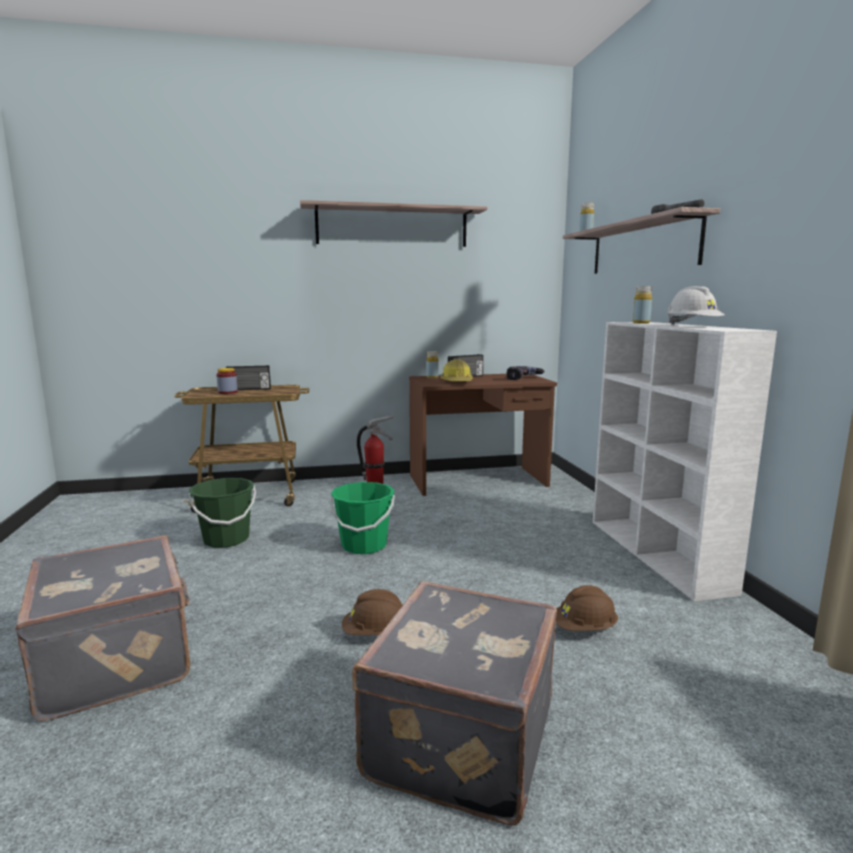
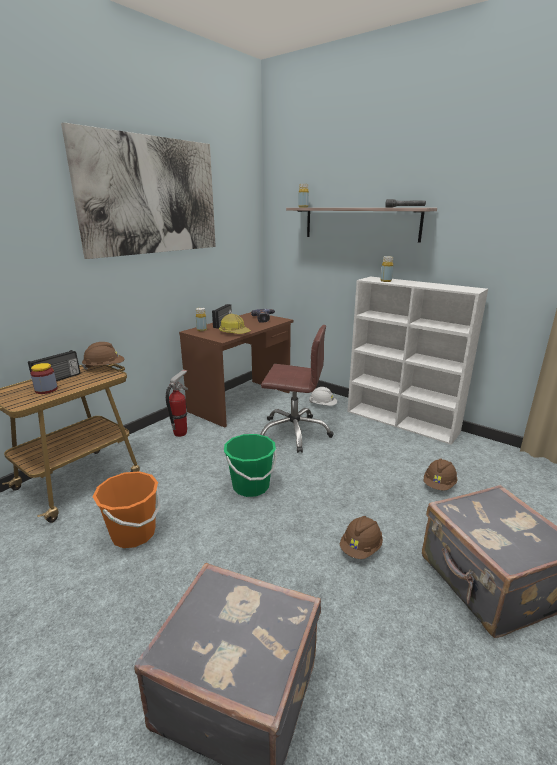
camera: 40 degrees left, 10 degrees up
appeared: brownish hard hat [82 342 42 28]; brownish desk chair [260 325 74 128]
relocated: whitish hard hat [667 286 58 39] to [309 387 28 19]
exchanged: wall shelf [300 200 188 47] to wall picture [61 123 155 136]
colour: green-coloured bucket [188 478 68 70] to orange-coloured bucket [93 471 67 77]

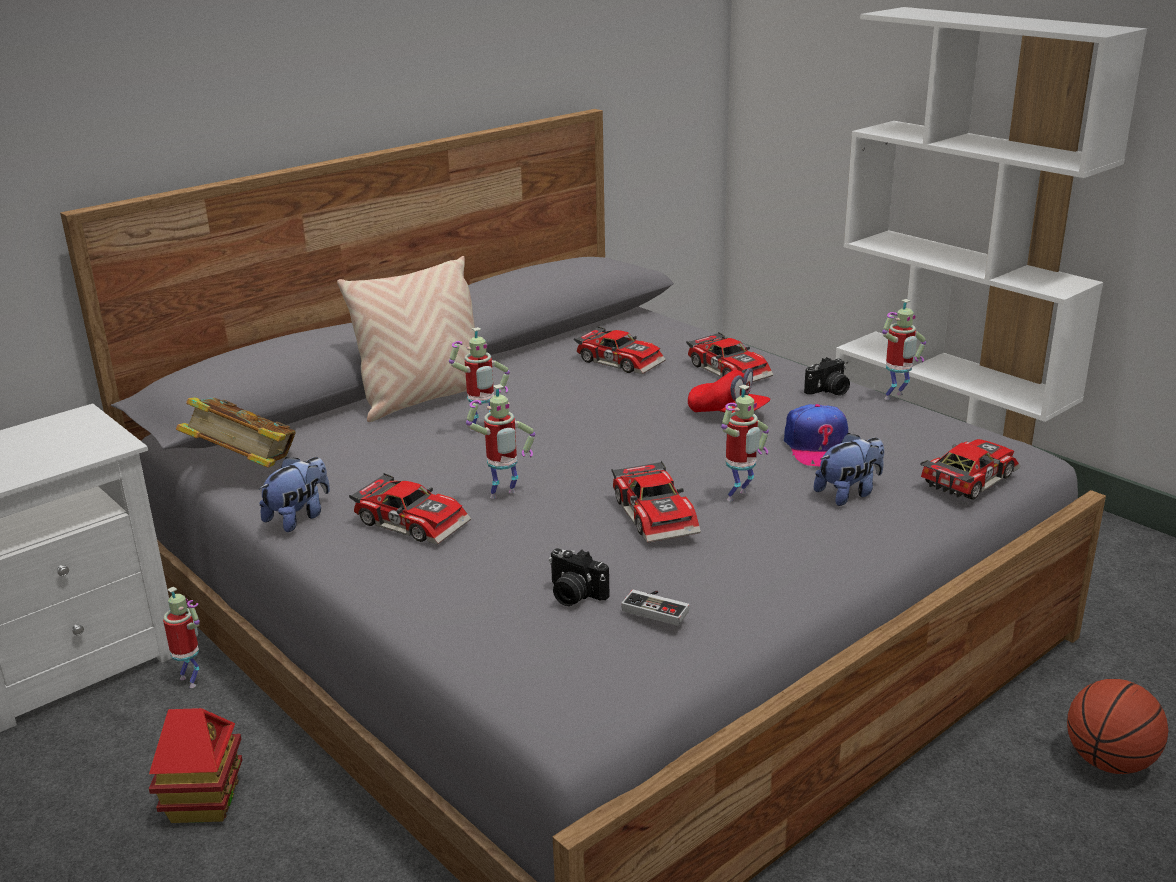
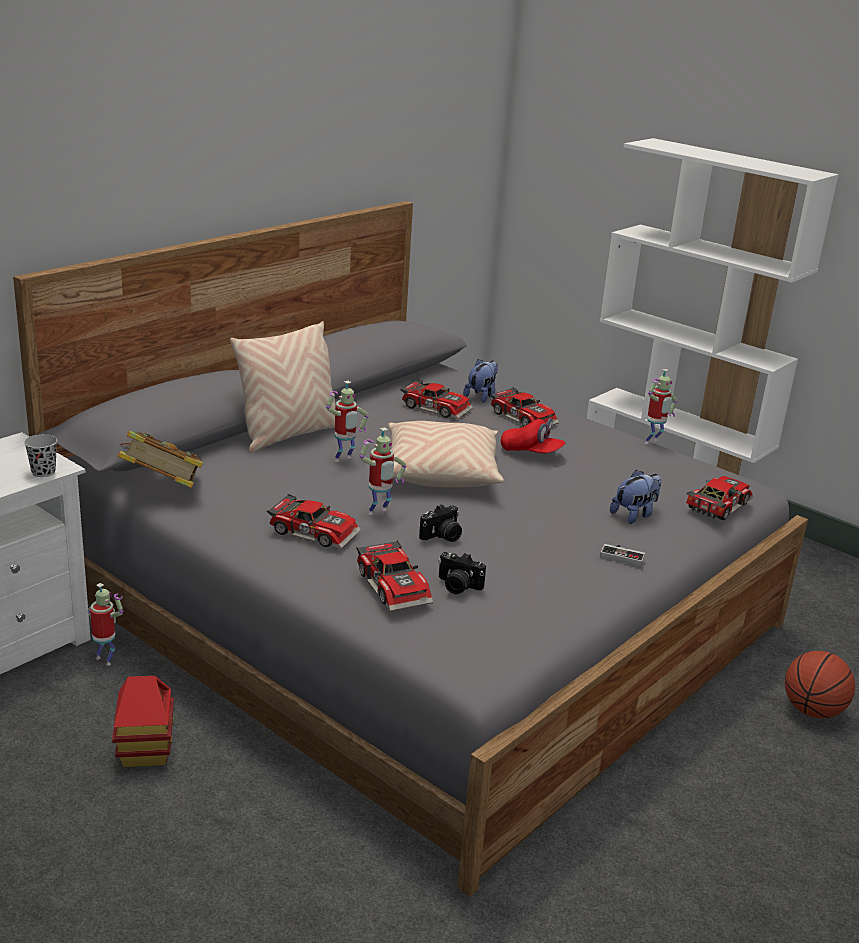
camera: 10 degrees left, 0 degrees up
missing: robot figure [721 385 48 116]; baseball cap [784 404 64 62]
appeared: black small cup [24 434 33 43]; sand-coloured throw pillow [388 421 116 66]
relocated: soft toy [259 457 71 75] to [463 359 35 44]; miniature car [612 461 89 82] to [356 540 77 71]; joypad [621 590 68 36] to [600 544 45 23]; still camera [804 357 46 39] to [419 504 43 38]

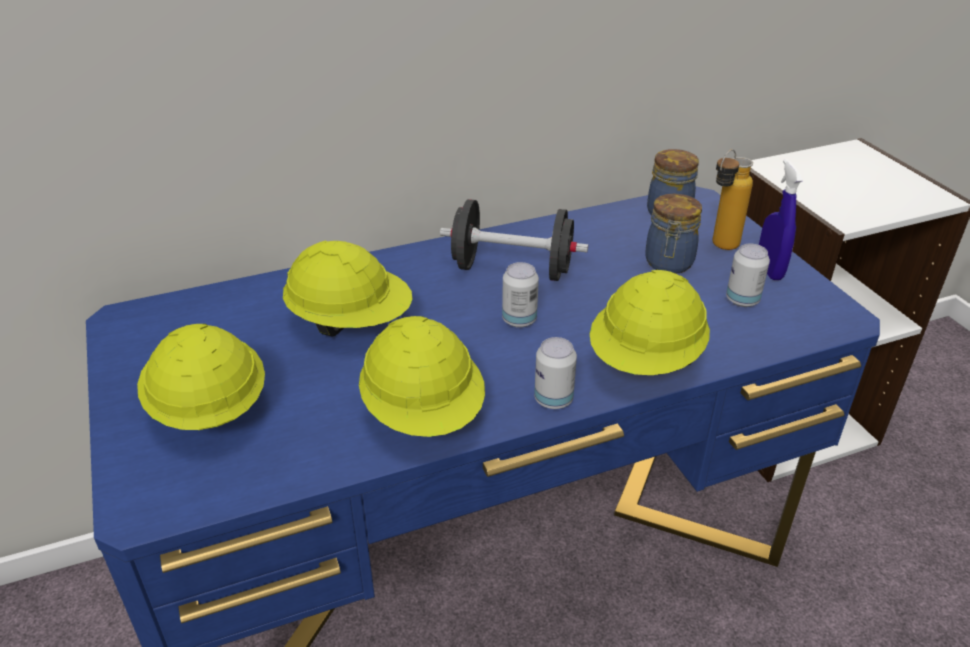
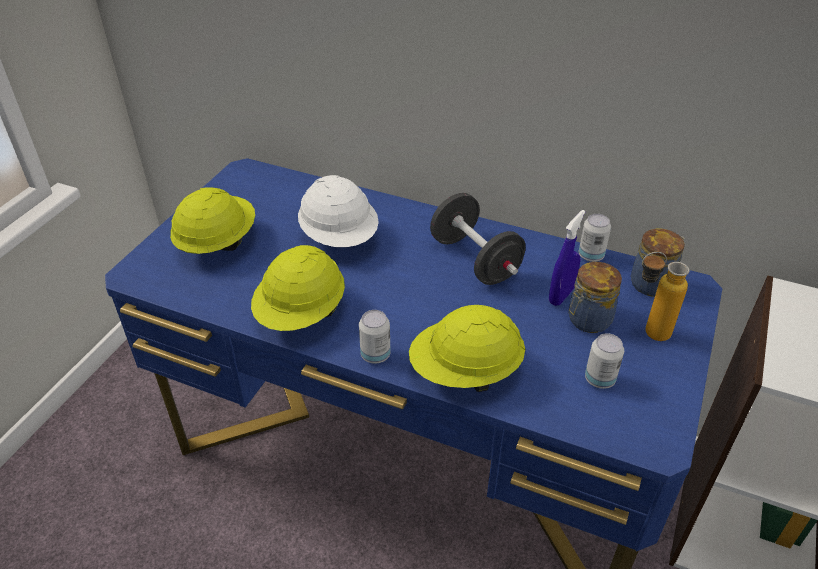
camera: 45 degrees right, 5 degrees up
relocated: metal can [502 262 37 66] to [579 214 32 48]; blue spray bottle [759 159 44 121] to [549 210 36 96]
colour: yellowish hard hat [283 240 130 97] to whitish hard hat [298 175 81 72]

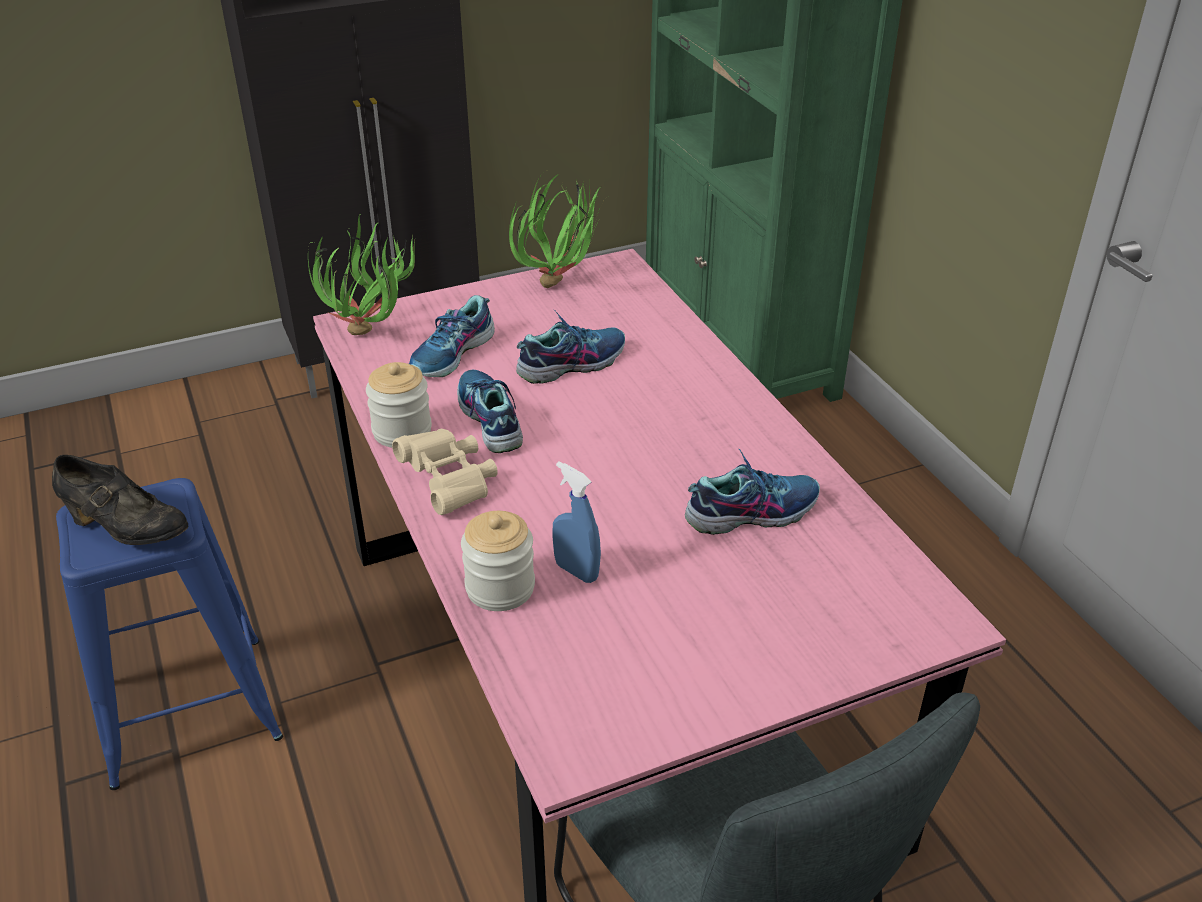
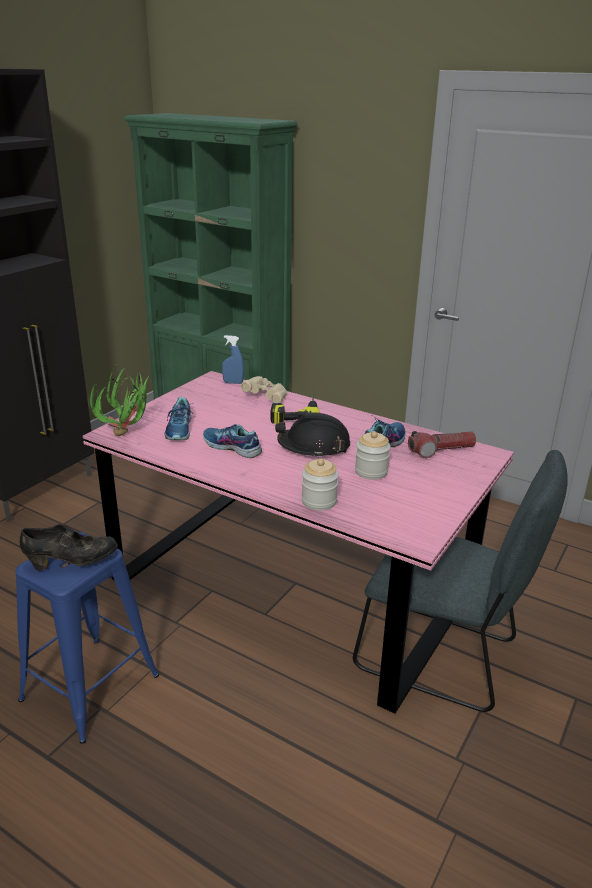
camera: 35 degrees left, 10 degrees down
missing: plant in a pot [509 173 99 115]; shoe [516 309 109 75]
appeared: electric drill [270 394 49 30]; black hard hat [275 413 75 46]; flashlight [408 431 68 27]
relocated: jar [366 362 66 86] to [355 431 35 49]; sand-coloured binoculars [392 429 106 86] to [241 376 46 27]; blue spray bottle [552 461 49 122] to [222 335 22 49]

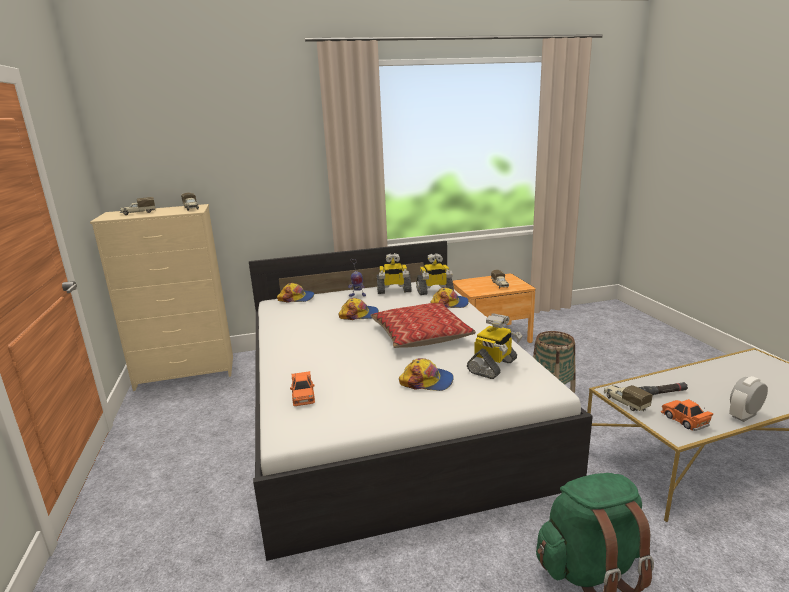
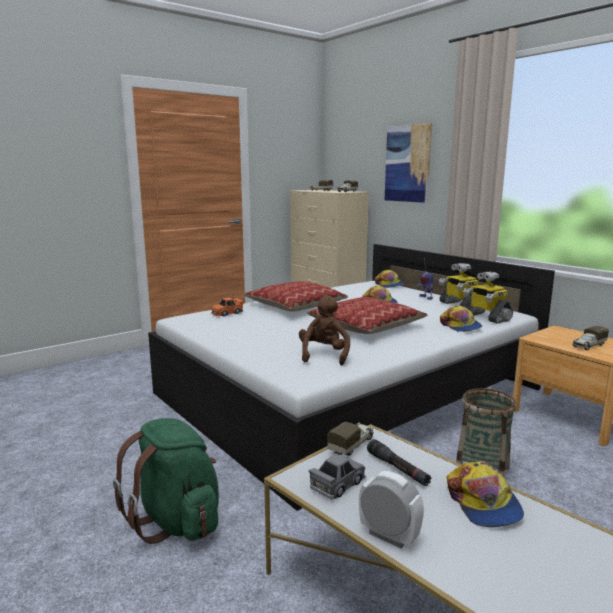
camera: 65 degrees right, 5 degrees down
appeared: throw pillow [244 281 104 31]; wall picture [385 123 47 80]
relocated: baseball cap [399 358 55 33] to [446 461 78 66]
exchanged: robot figure [467 313 55 66] to brownish soft toy [299 296 51 69]
colour: orange-coloured miniature car [661 399 53 32] to greyish miniature car [309 454 57 45]

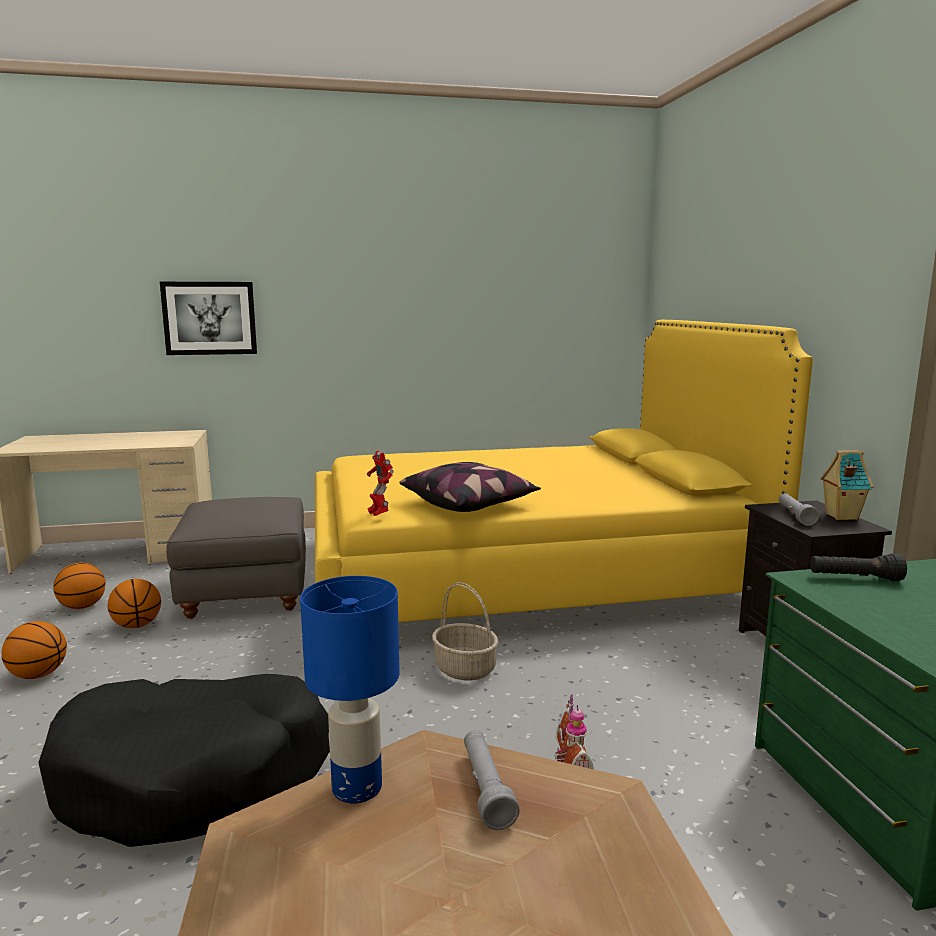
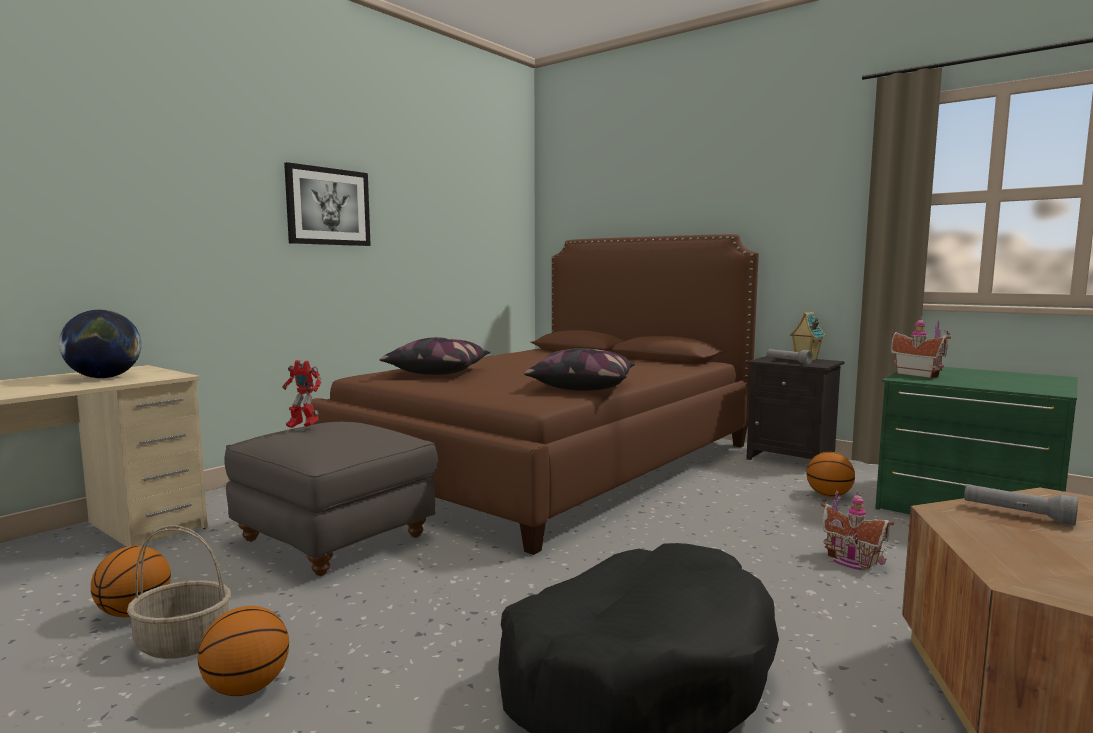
camera: 40 degrees left, 5 degrees down
missing: blue lamp for a table [300 576 100 228]
appeared: world globe [59 310 83 68]; throw pillow [380 337 111 38]
relocated: ball for basketball [108 579 53 49] to [806 452 49 45]; wall picture [160 282 97 73] to [284 162 87 84]; robot figure [367 450 27 66] to [282 360 39 68]; basket [432 582 66 99] to [127 525 104 134]
exchanged: black flashlight [810 554 97 27] to miniature house [891 317 60 61]
colour: yellowish bedroom bed [315 320 498 302] to brownish bedroom bed [306 234 453 321]

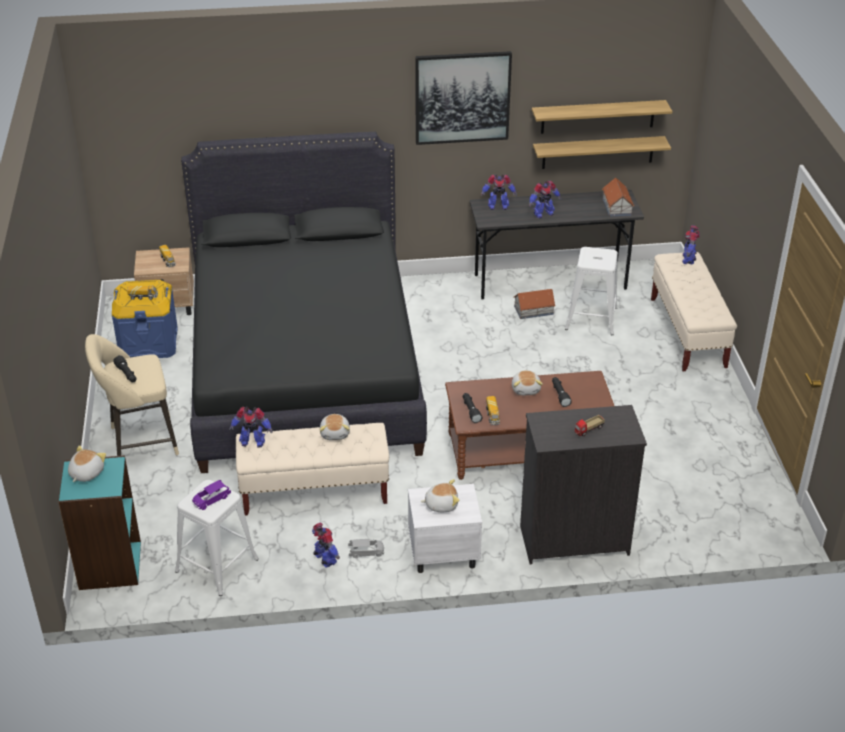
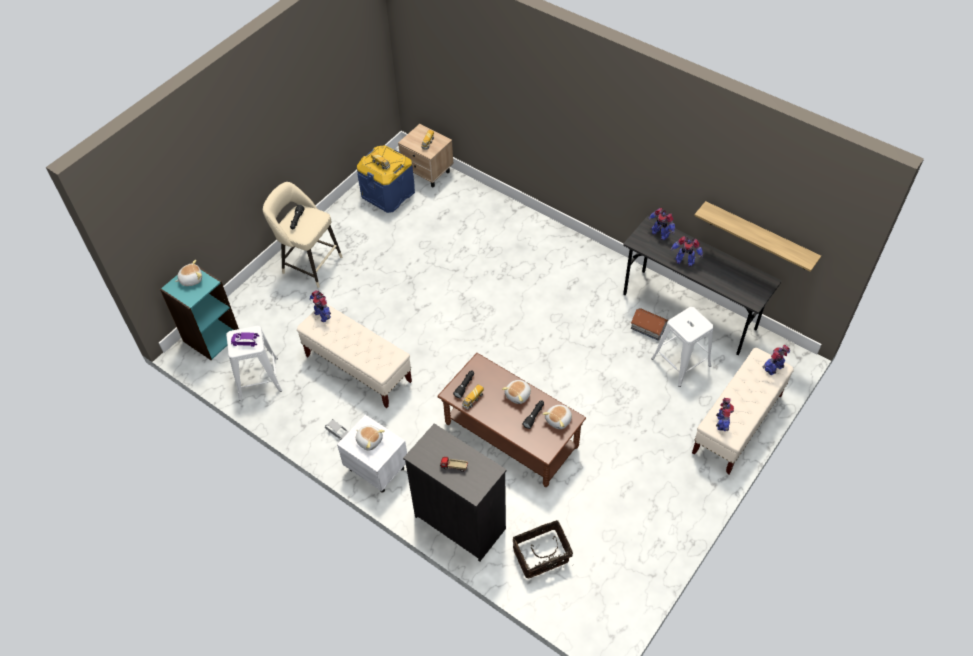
camera: 45 degrees right, 15 degrees up
missing: black bedroom bed [181 132 246 341]; wall picture [415 51 97 94]; wall shelf [532 100 140 34]; miniature house [602 177 32 40]
appeared: basket [513 520 60 58]
relocated: robot figure [312 522 28 46] to [716 398 18 33]; soft toy [319 414 31 26] to [543 405 29 24]

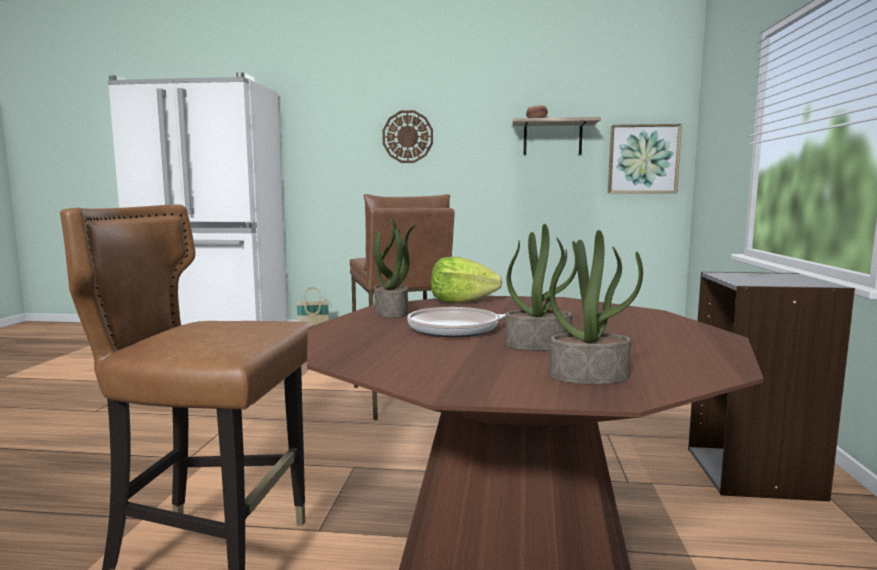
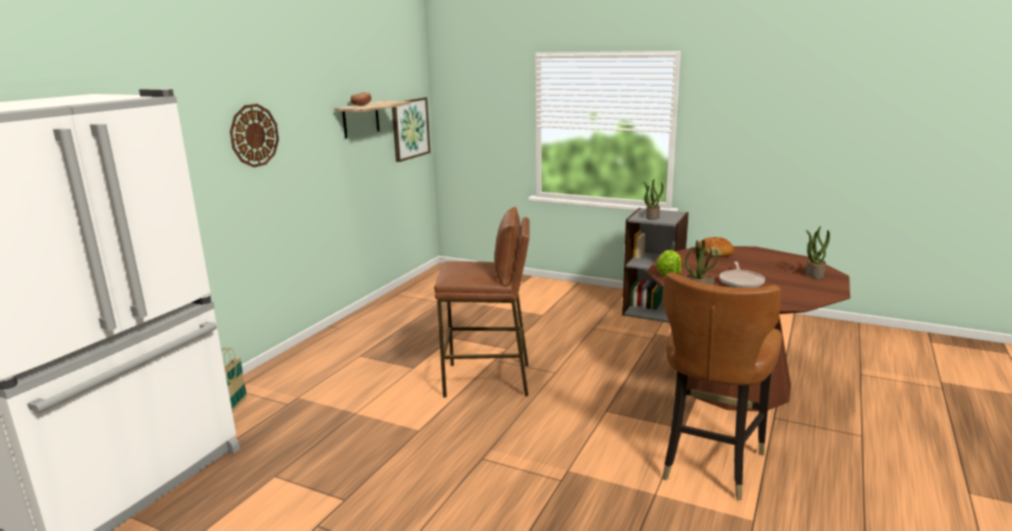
camera: 70 degrees left, 10 degrees up
appeared: bakery bread [699 237 35 20]
relocated: plant in a pot [505 224 72 127] to [643 179 20 41]

